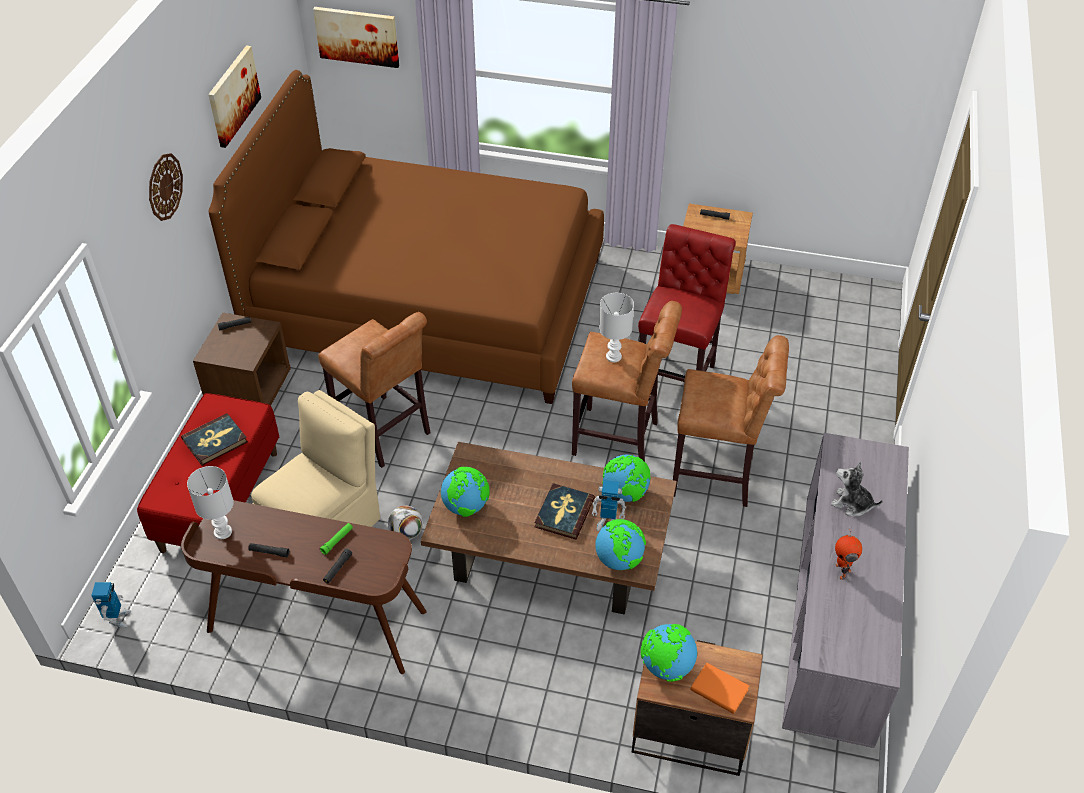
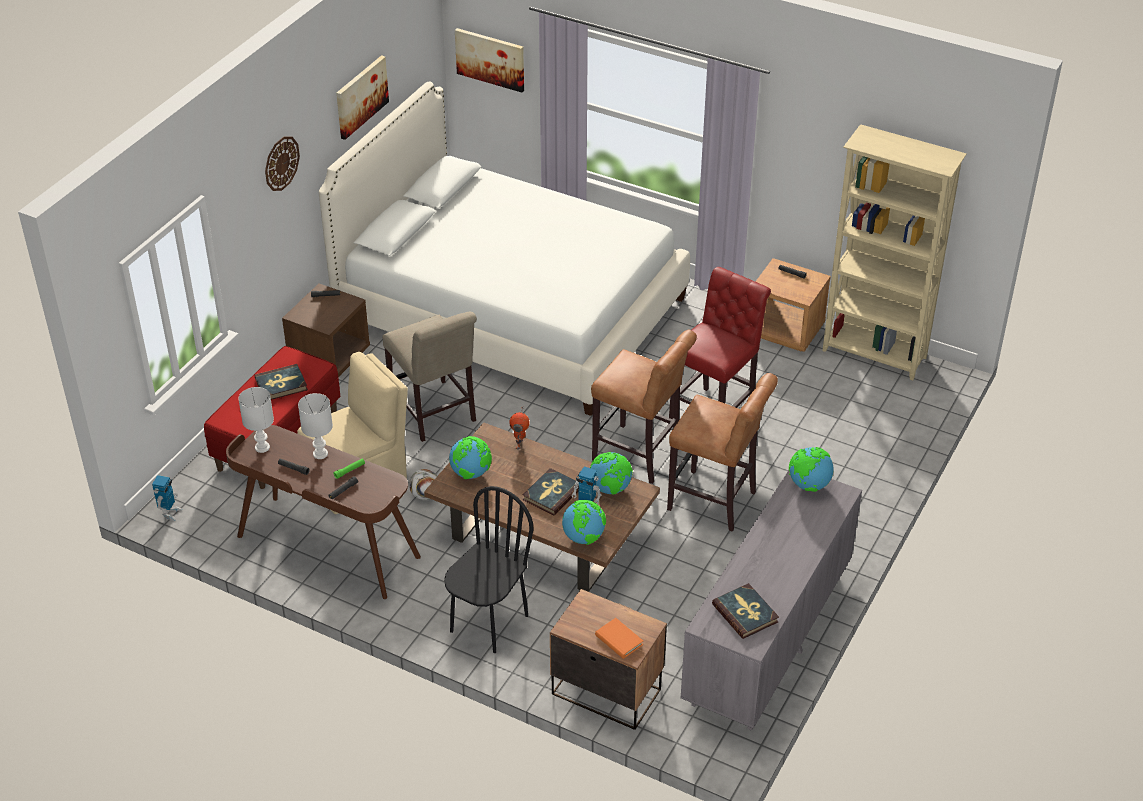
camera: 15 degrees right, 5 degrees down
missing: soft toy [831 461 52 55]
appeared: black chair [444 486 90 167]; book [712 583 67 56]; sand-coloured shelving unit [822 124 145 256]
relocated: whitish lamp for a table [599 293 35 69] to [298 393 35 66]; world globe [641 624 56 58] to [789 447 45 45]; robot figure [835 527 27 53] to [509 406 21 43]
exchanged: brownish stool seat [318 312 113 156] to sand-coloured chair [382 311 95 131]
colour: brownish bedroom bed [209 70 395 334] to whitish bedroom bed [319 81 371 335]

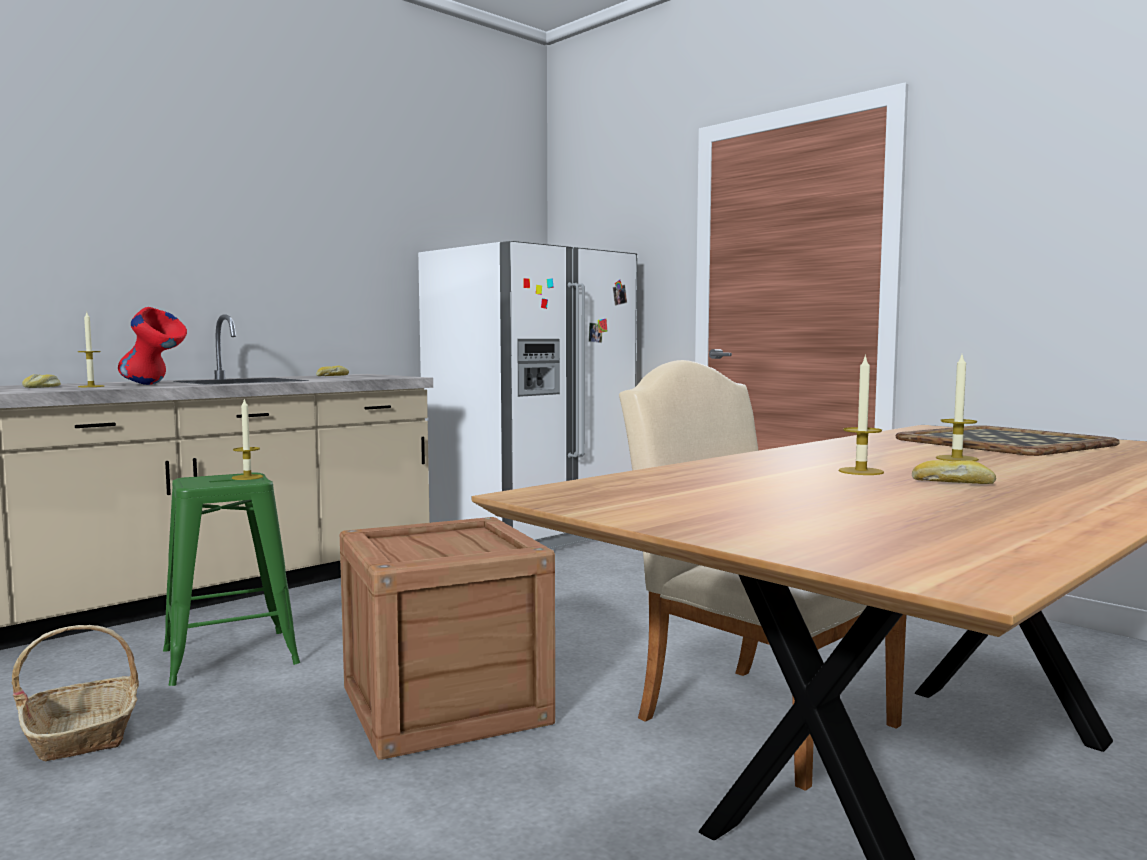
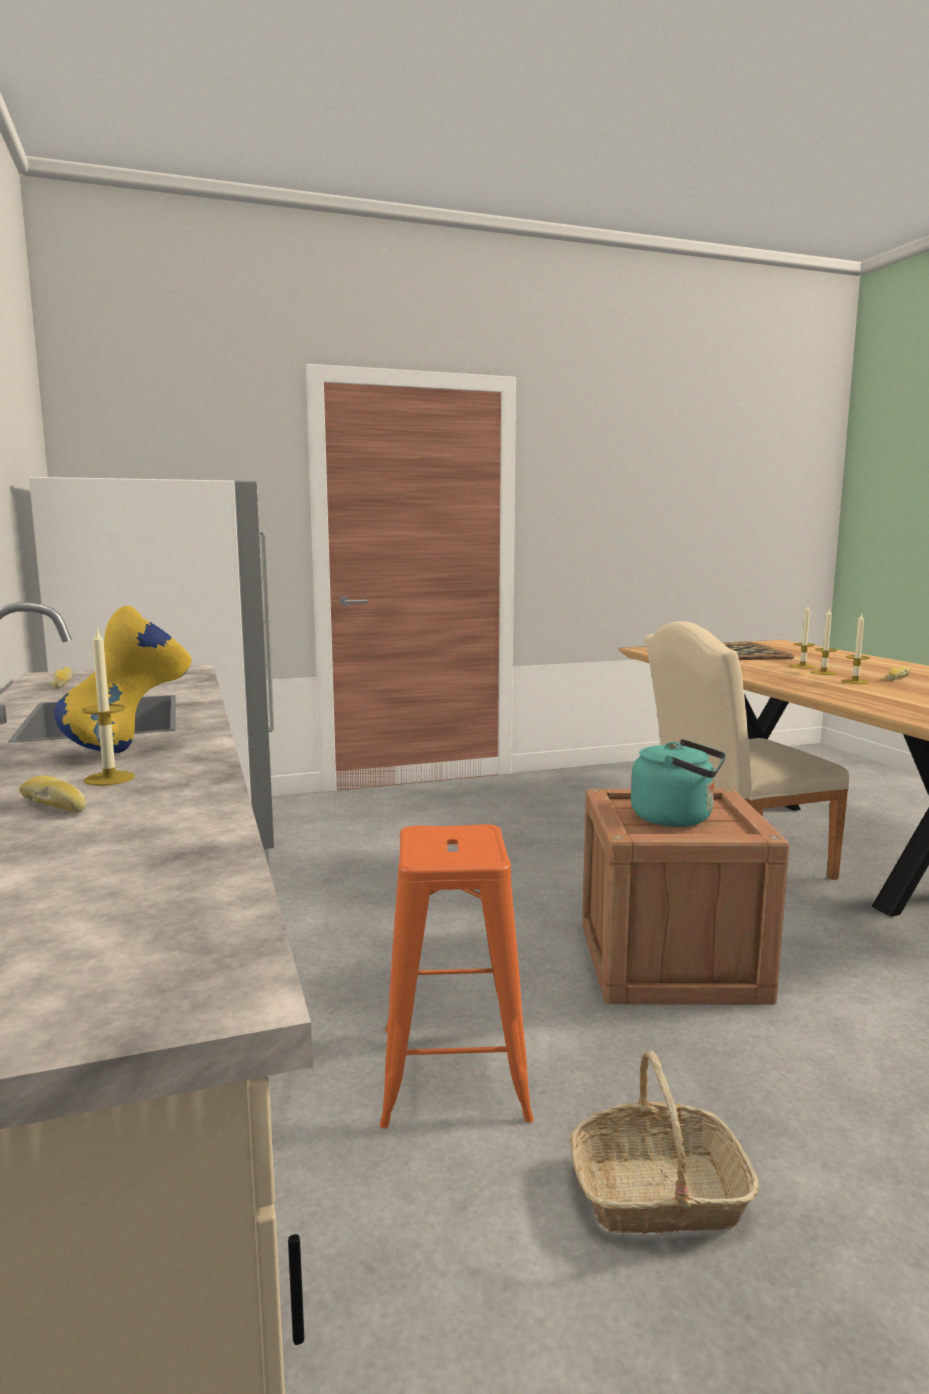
camera: 65 degrees left, 5 degrees up
appeared: turquoise-coloured kettle [631 739 95 88]
relocated: wax candle [232 398 31 82] to [811 608 26 67]
colour: red-coloured vase [118 307 69 78] to yellowish vase [54 606 138 147]; green-coloured stool seat [163 473 137 213] to orange-coloured stool seat [379 824 155 305]

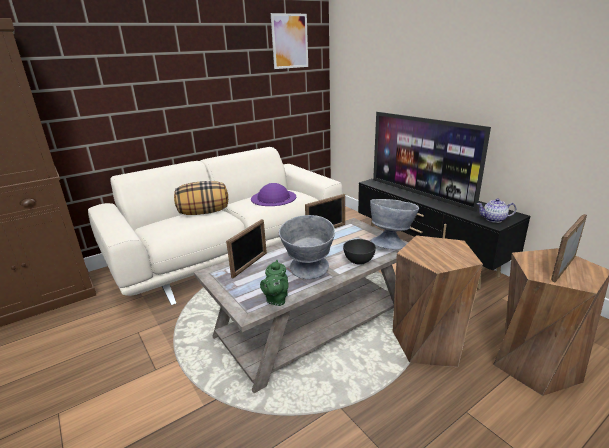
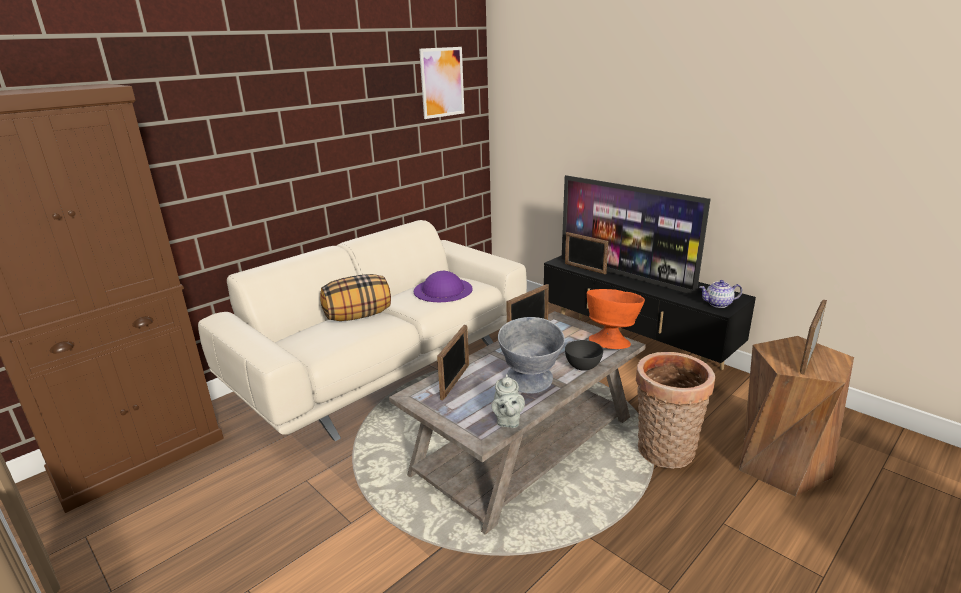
camera: 10 degrees left, 0 degrees up
appeared: standing frame [565 232 43 42]
exchanged: brownish stool seat [393 235 90 132] to basket [636 352 79 117]
colour: green-coloured tea pot [260 260 29 46] to greyish tea pot [491 374 34 54]; greyish serving bowl [370 199 49 50] to orange-coloured serving bowl [587 289 58 60]

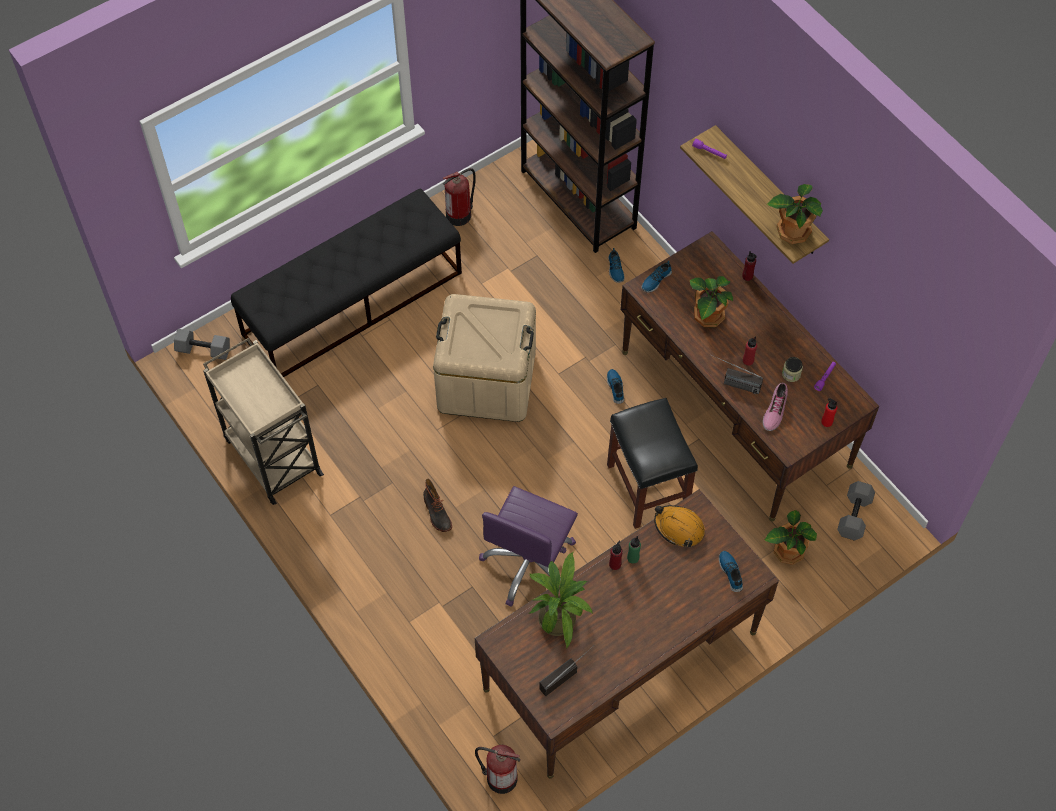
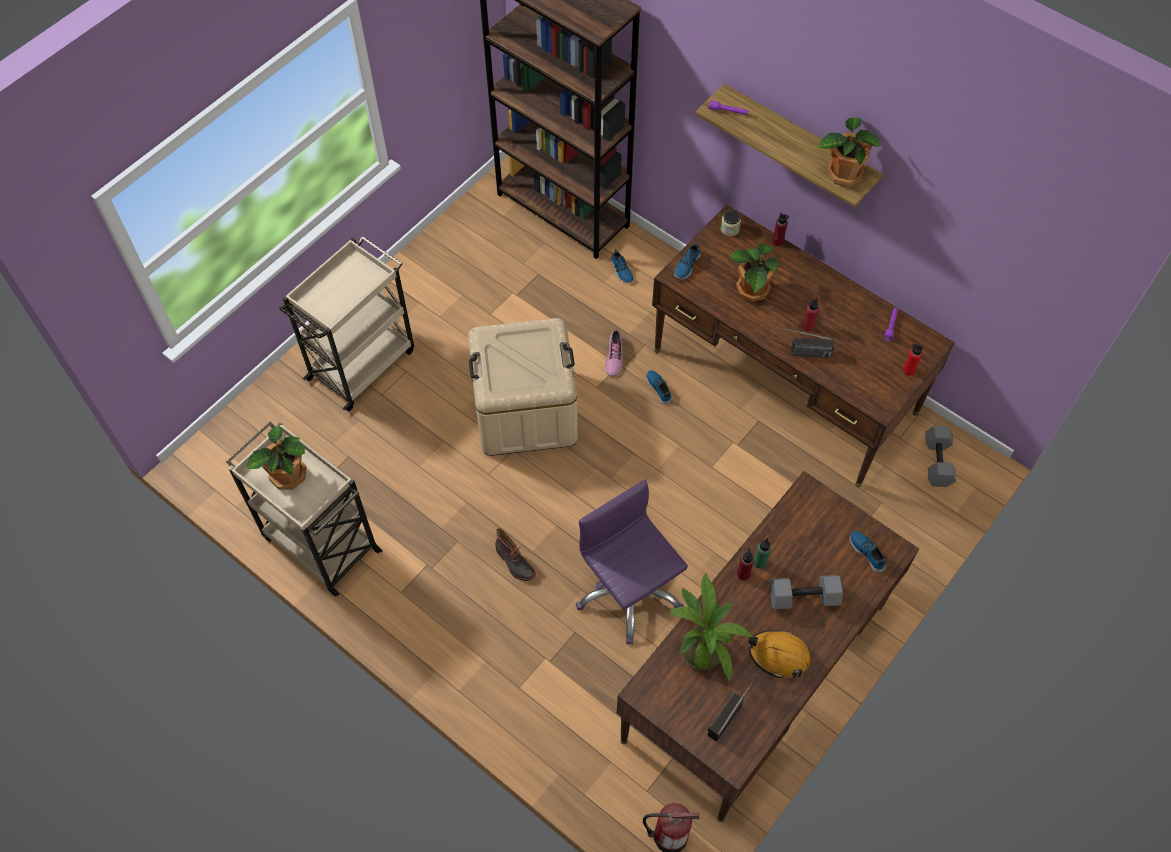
camera: 15 degrees left, 0 degrees up
missing: fire extinguisher [443 168 33 58]; black stool seat [607 398 91 131]
relocated: greyish free weight [174 329 56 31] to [770 575 73 35]; orange-coloured hard hat [654 505 51 42] to [748 630 62 48]; shoe [763 382 25 49] to [605 330 18 47]; plant in a pot [765 510 52 55] to [246 426 60 63]; jar [782 357 21 25] to [721 210 20 26]
exchanged: black bench [231 188 231 189] to sand-coloured wheeled cart [279 236 135 175]
spun: purplish desk chair [479 486 99 121] = [576 479 112 165] 135 degrees clockwise

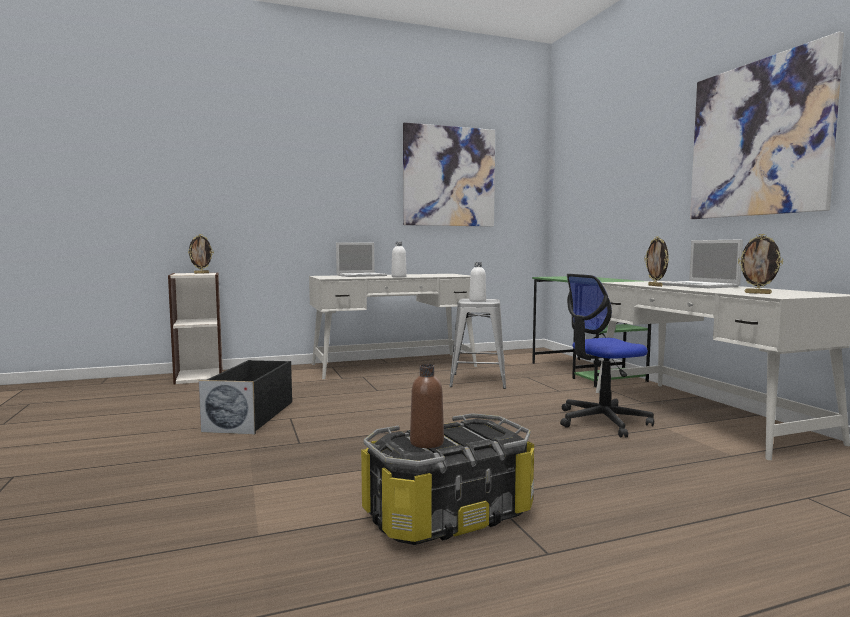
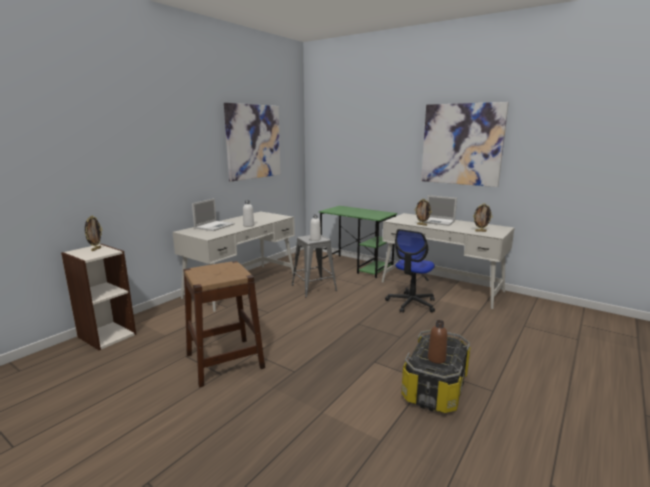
camera: 35 degrees left, 10 degrees up
exchanged: black storage bin [199 360 93 74] to brownish stool seat [183 261 82 126]

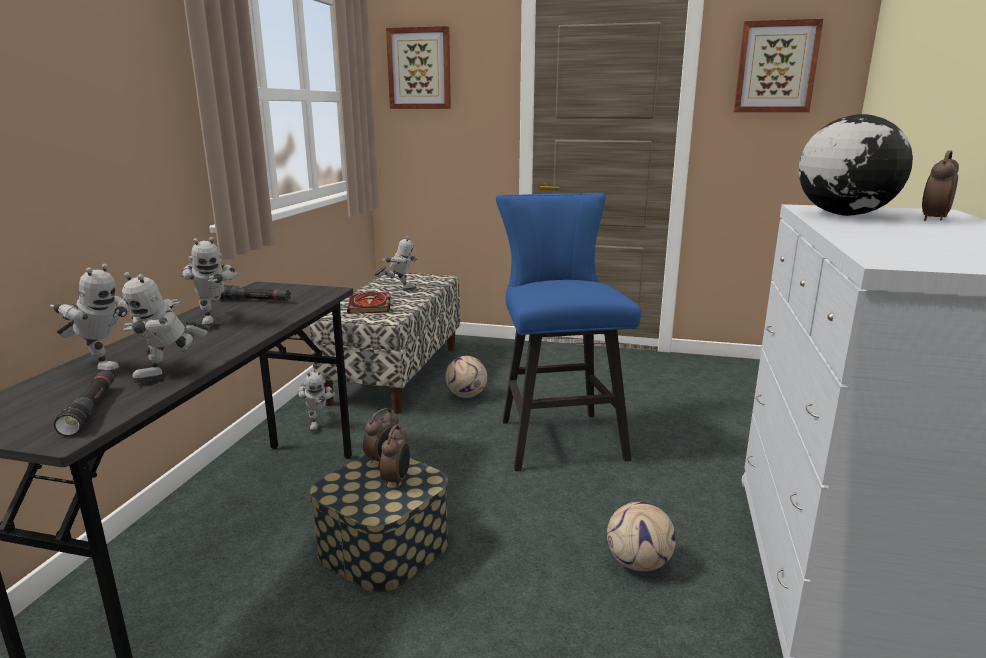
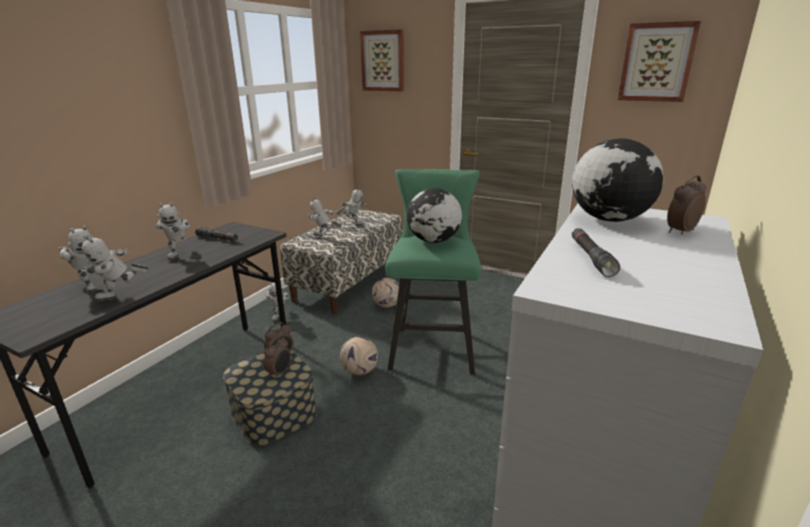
camera: 15 degrees right, 5 degrees up
appeared: world globe [407 188 55 55]
relocated: black flashlight [54 371 60 65] to [572 228 48 49]; ball for football [607 502 69 69] to [340 337 38 38]
exchanged: book [347 292 43 22] to robot figure [307 197 35 40]
colour: blue stool seat [496 193 145 278] to green-coloured stool seat [386 169 95 206]

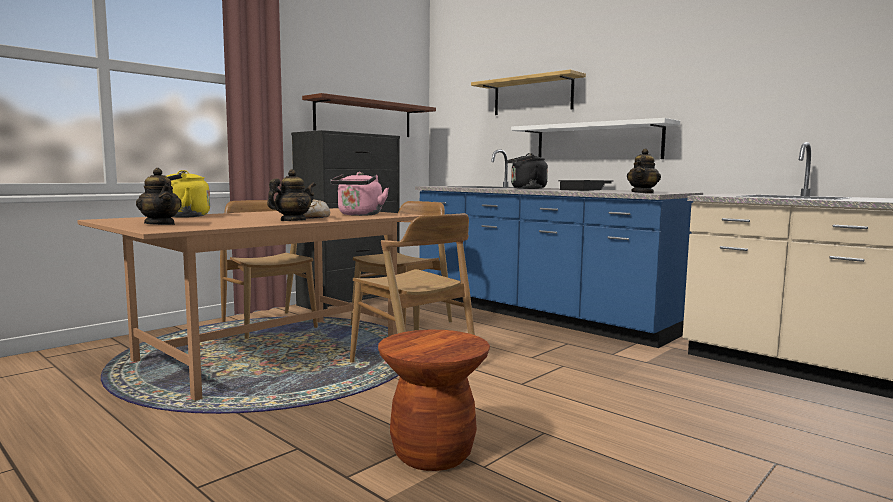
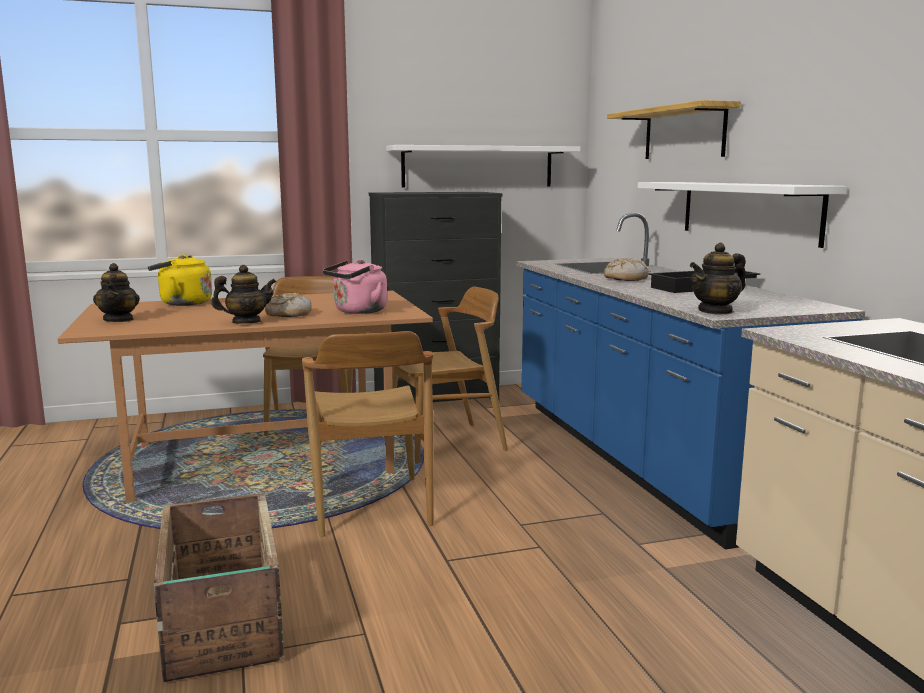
camera: 30 degrees right, 5 degrees up
exchanged: brownish stool seat [378 330 112 141] to packing crate [154 493 130 189]; black kettle [507 153 41 36] to bakery bread [604 258 44 23]
colour: brownish wall shelf [302 93 134 44] to whitish wall shelf [386 145 194 42]

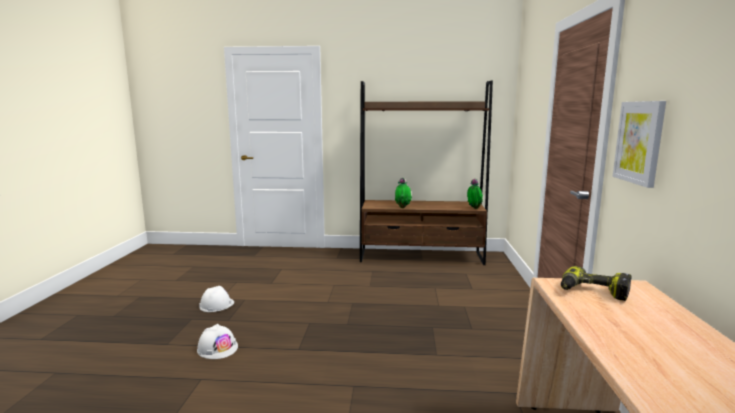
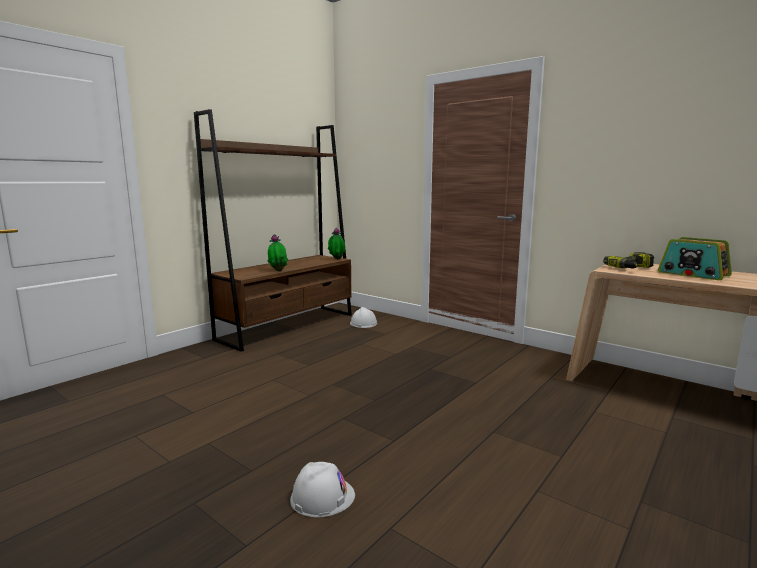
camera: 55 degrees left, 0 degrees up
missing: wall picture [613 101 53 87]
appeared: radio receiver [658 237 74 43]
relocated: whitish hard hat [199 286 35 26] to [350 307 27 21]

